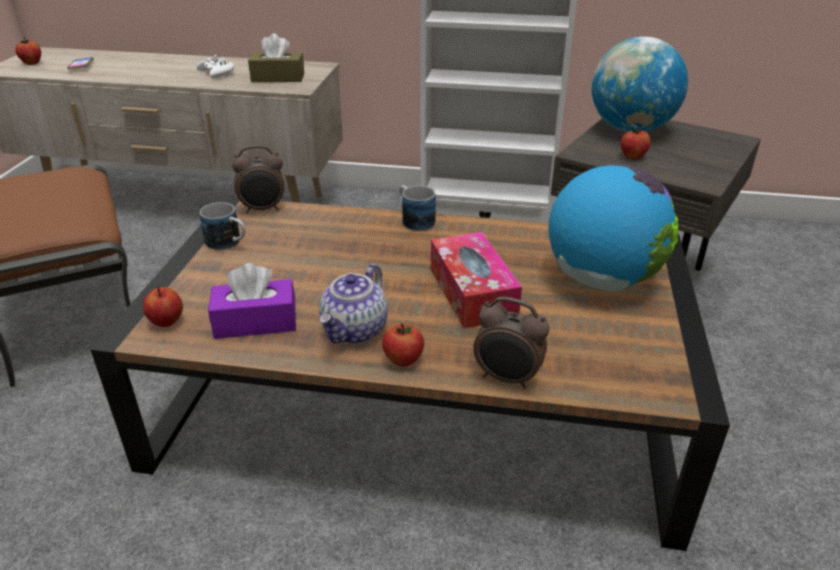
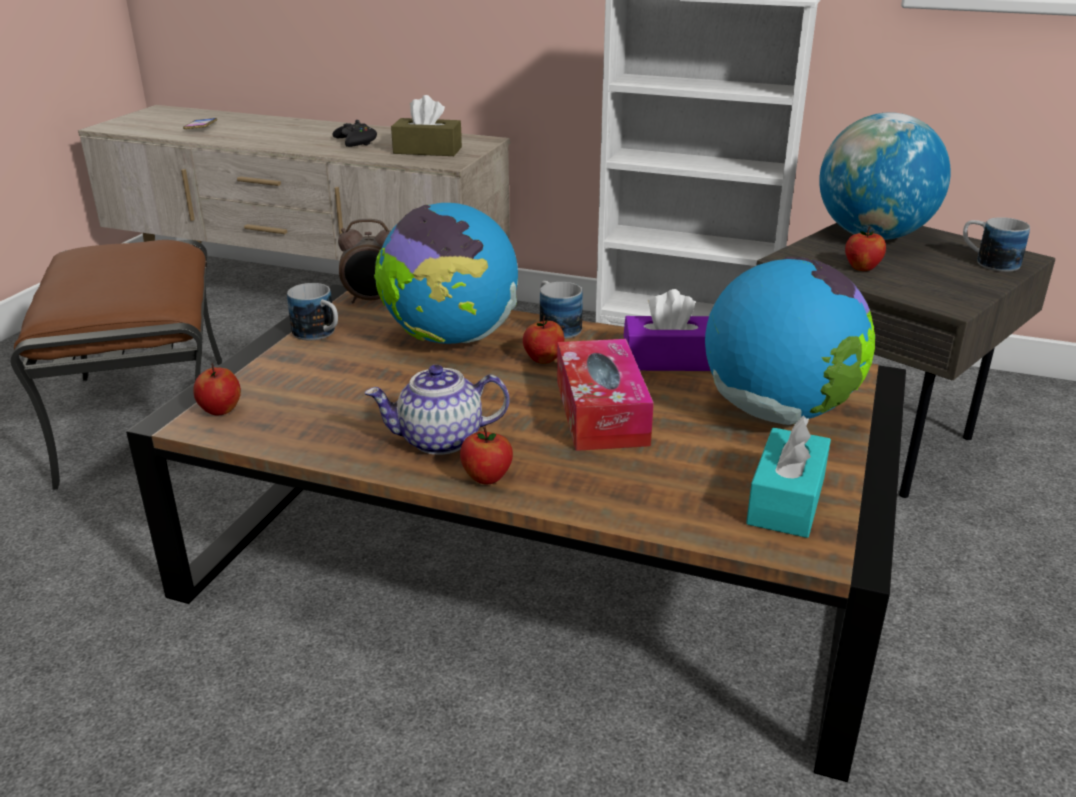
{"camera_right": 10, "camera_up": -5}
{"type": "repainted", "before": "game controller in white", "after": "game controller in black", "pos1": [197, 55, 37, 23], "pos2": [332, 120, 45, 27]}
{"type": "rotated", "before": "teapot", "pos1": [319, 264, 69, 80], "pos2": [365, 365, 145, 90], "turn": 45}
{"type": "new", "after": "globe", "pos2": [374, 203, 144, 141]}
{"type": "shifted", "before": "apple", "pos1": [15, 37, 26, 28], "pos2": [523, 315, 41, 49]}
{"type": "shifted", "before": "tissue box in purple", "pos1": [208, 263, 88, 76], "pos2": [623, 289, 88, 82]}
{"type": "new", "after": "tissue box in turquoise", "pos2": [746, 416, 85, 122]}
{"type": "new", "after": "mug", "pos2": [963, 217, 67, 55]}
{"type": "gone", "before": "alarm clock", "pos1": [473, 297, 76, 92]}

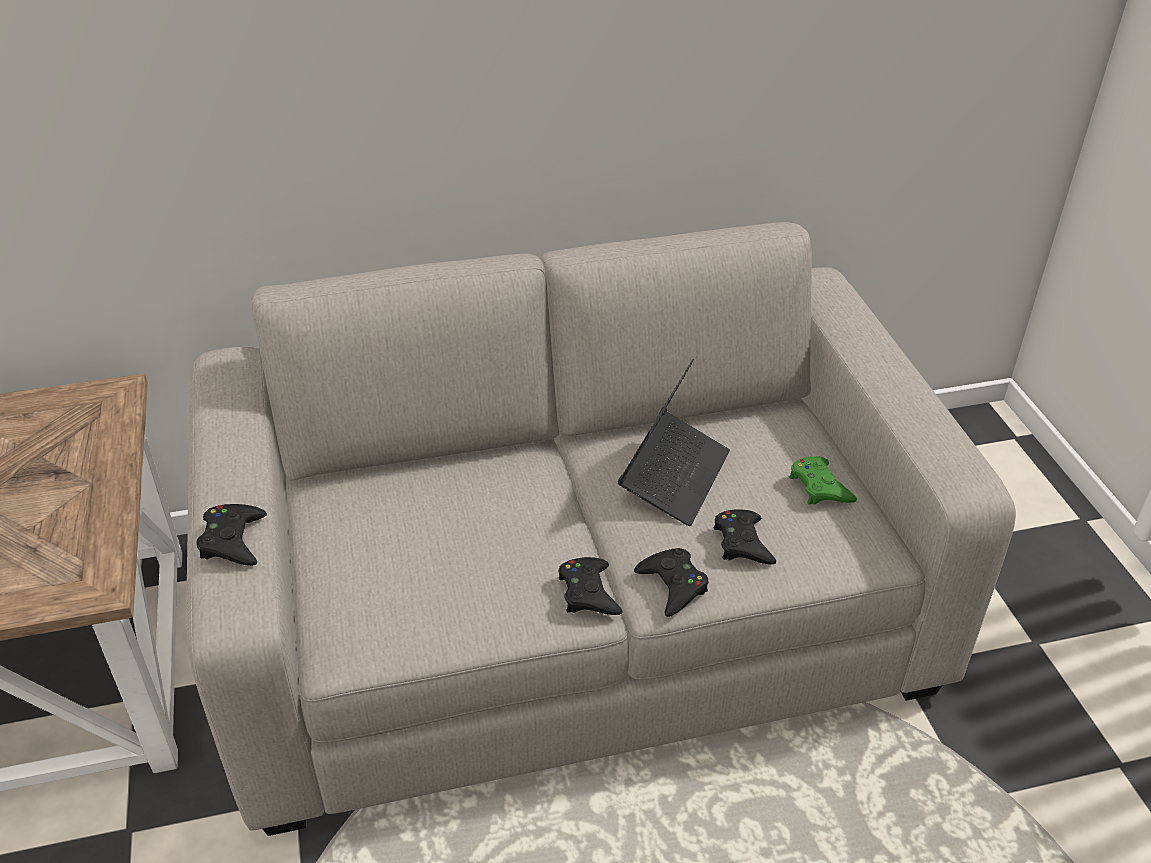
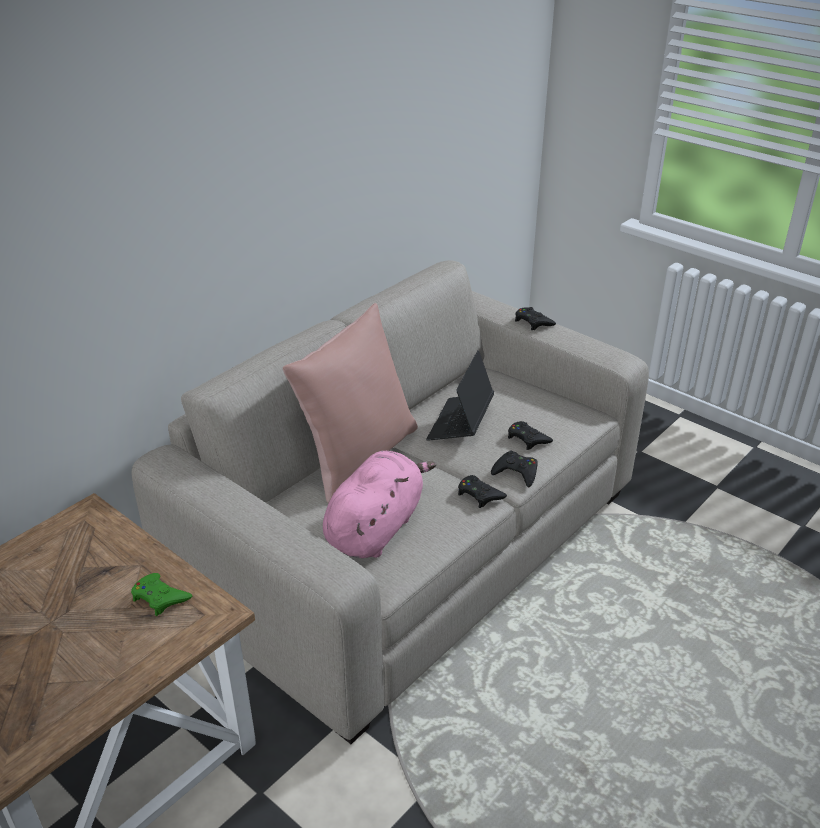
{"camera_right": -35, "camera_up": -5}
{"type": "shifted", "before": "game controller in green", "pos1": [789, 456, 68, 49], "pos2": [131, 573, 61, 43]}
{"type": "new", "after": "pillow in pink", "pos2": [283, 303, 135, 201]}
{"type": "new", "after": "plush toy in pink", "pos2": [323, 451, 113, 107]}
{"type": "rotated", "before": "laptop", "pos1": [618, 359, 112, 167], "pos2": [426, 350, 68, 91], "turn": -150}
{"type": "shifted", "before": "game controller in black", "pos1": [196, 504, 71, 62], "pos2": [515, 307, 41, 23]}

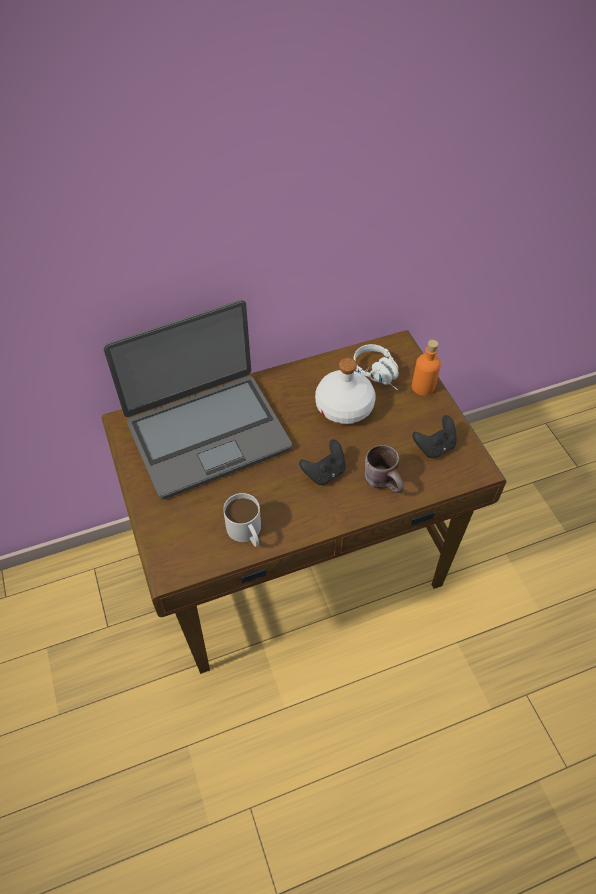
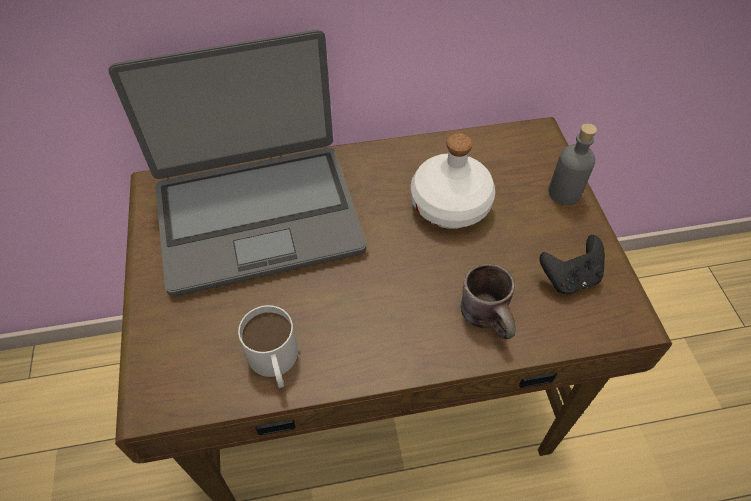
{"camera_right": 10, "camera_up": 0}
{"type": "repainted", "before": "bottle in orange", "after": "bottle in grey", "pos1": [412, 340, 29, 56], "pos2": [549, 123, 48, 82]}
{"type": "gone", "before": "game controller in black", "pos1": [299, 440, 47, 45]}
{"type": "gone", "before": "headphones in white", "pos1": [354, 344, 45, 46]}

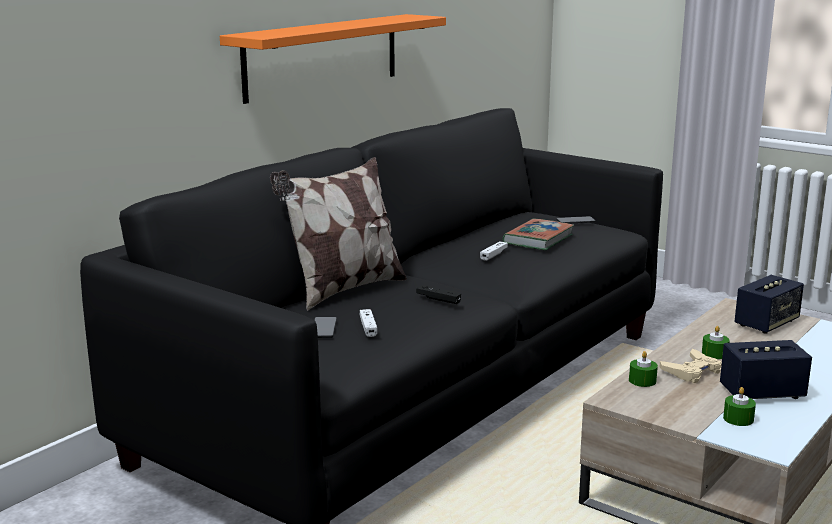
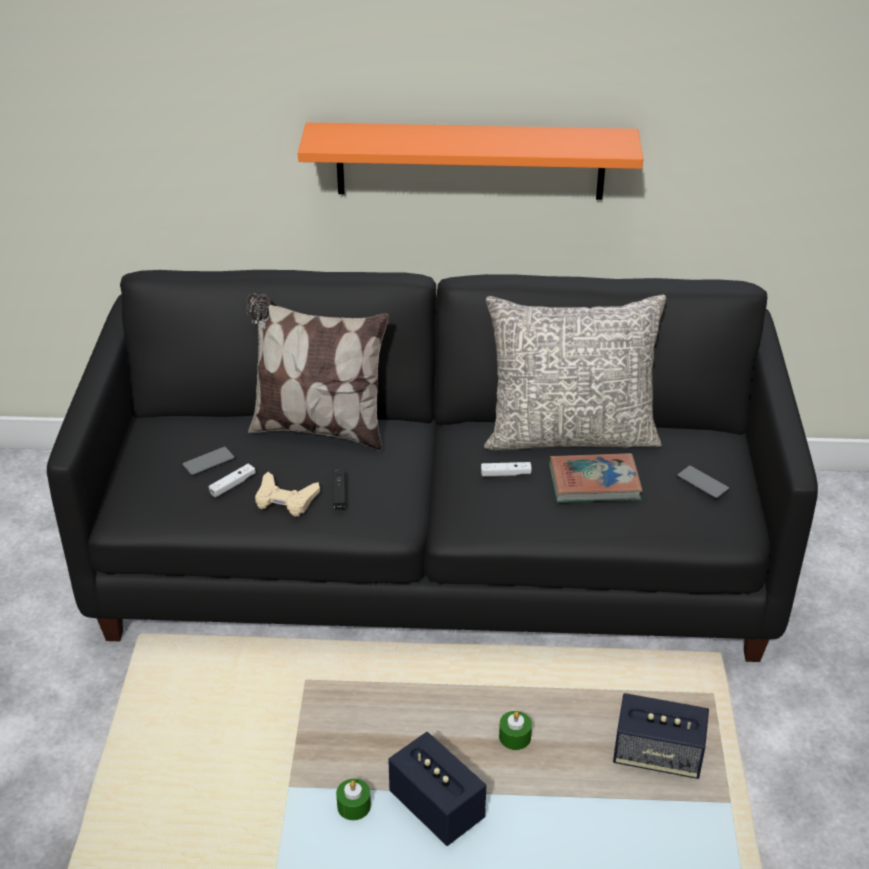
{"camera_right": 55, "camera_up": 20}
{"type": "shifted", "before": "game controller in beige", "pos1": [660, 349, 62, 34], "pos2": [255, 472, 65, 44]}
{"type": "new", "after": "pillow in grey", "pos2": [484, 294, 182, 157]}
{"type": "gone", "before": "candle in green", "pos1": [629, 351, 29, 36]}

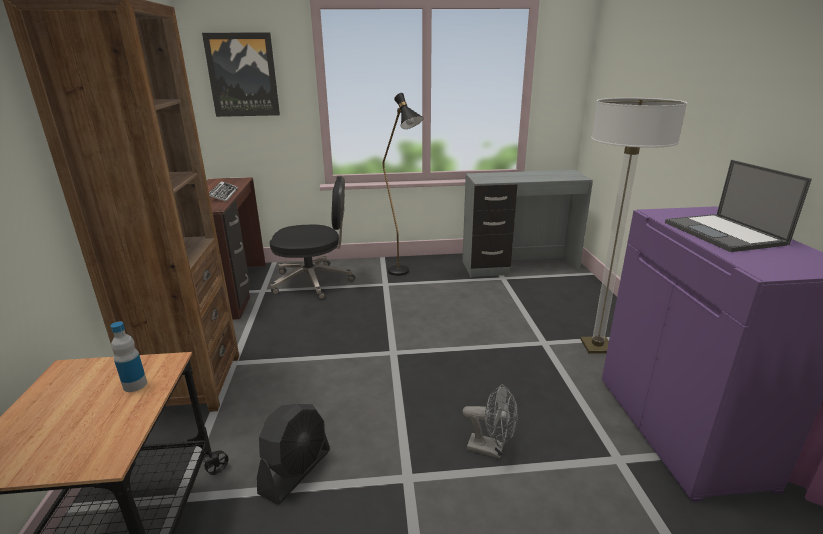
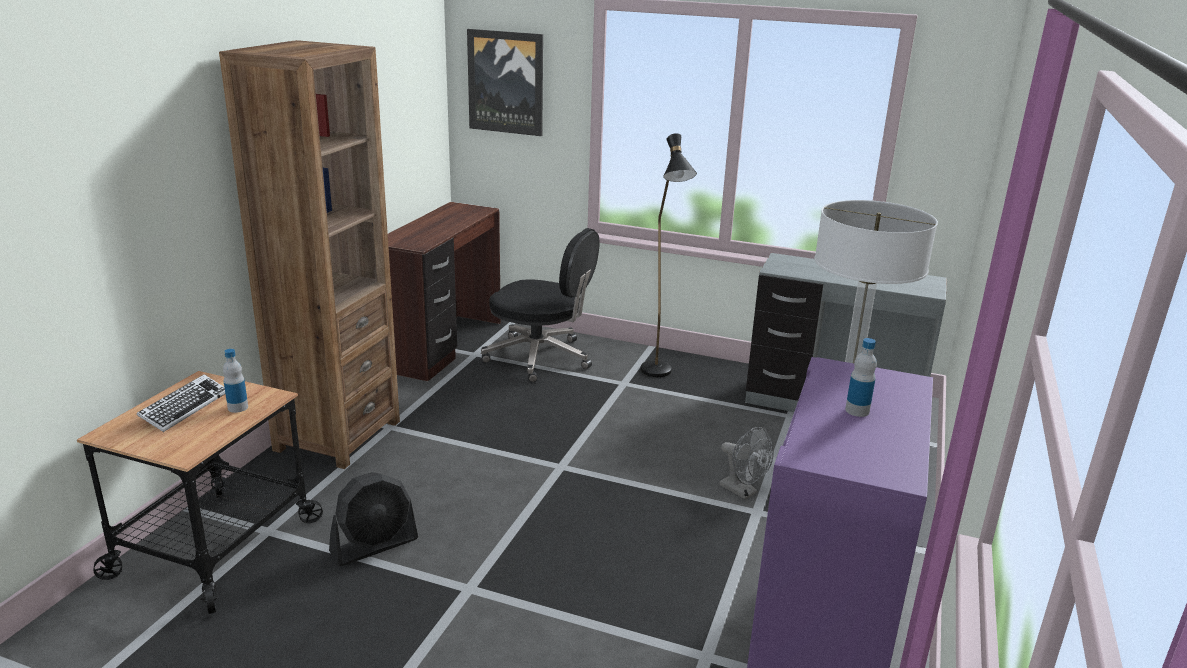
{"camera_right": 25, "camera_up": 0}
{"type": "shifted", "before": "keyboard", "pos1": [209, 181, 29, 21], "pos2": [137, 374, 88, 58]}
{"type": "shifted", "before": "fan in grey", "pos1": [463, 384, 55, 75], "pos2": [719, 427, 55, 72]}
{"type": "swapped", "before": "laptop", "after": "bottle", "pos1": [665, 160, 147, 92], "pos2": [845, 338, 32, 79]}

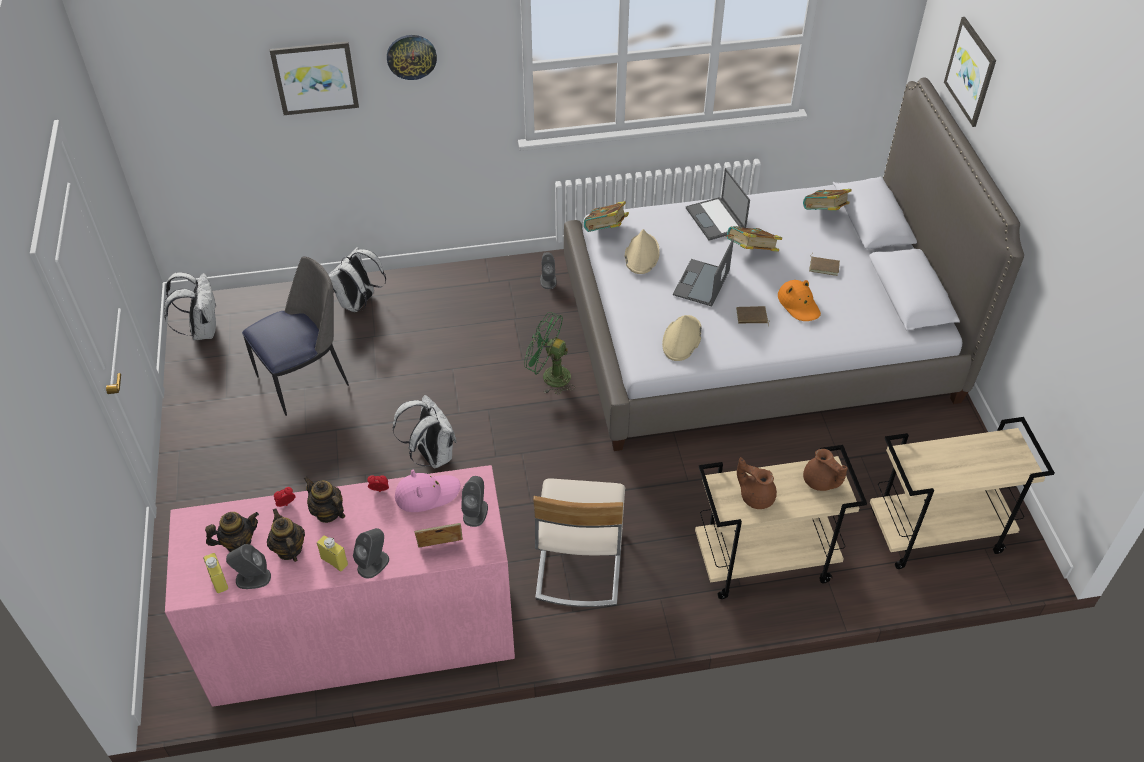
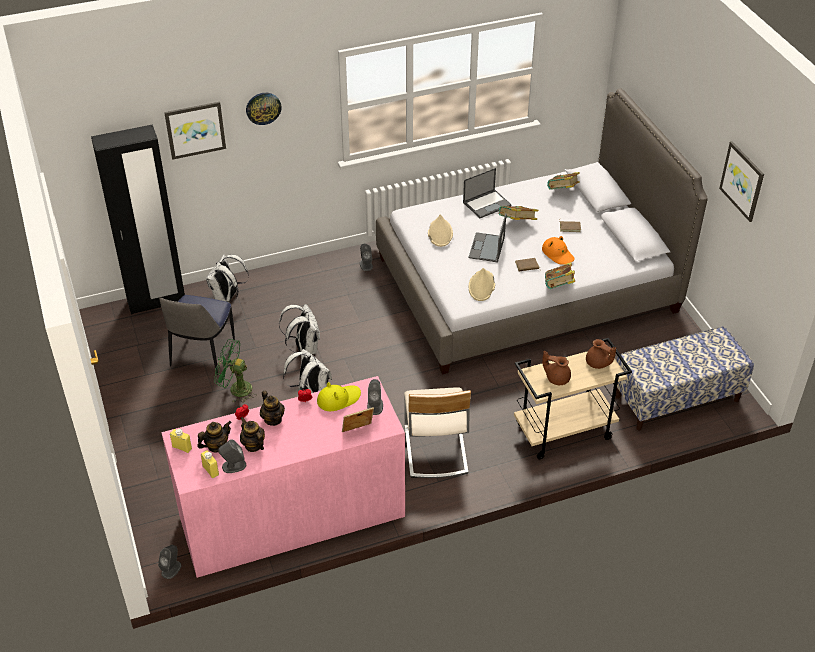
{"camera_right": -10, "camera_up": -5}
{"type": "new", "after": "wardrobe in black", "pos2": [91, 124, 94, 191]}
{"type": "shifted", "before": "speaker in grey", "pos1": [353, 528, 36, 51], "pos2": [158, 545, 24, 34]}
{"type": "rotated", "before": "chair", "pos1": [242, 256, 107, 160], "pos2": [159, 295, 76, 80], "turn": 150}
{"type": "shifted", "before": "bottle in yellow", "pos1": [317, 535, 31, 37], "pos2": [170, 429, 22, 24]}
{"type": "shifted", "before": "fan in green", "pos1": [524, 312, 51, 83], "pos2": [214, 339, 43, 64]}
{"type": "rotated", "before": "teapot", "pos1": [304, 476, 41, 47], "pos2": [260, 390, 25, 36], "turn": -150}
{"type": "shifted", "before": "backpack in white", "pos1": [164, 272, 53, 68], "pos2": [279, 304, 41, 50]}
{"type": "repainted", "before": "hat in pink", "after": "hat in yellow", "pos1": [395, 470, 65, 42], "pos2": [317, 382, 44, 29]}
{"type": "rotated", "before": "laptop", "pos1": [686, 168, 64, 73], "pos2": [463, 168, 49, 50], "turn": -90}
{"type": "shifted", "before": "book", "pos1": [584, 201, 45, 31], "pos2": [545, 262, 30, 27]}
{"type": "swapped", "before": "cart in beige", "after": "bench", "pos1": [870, 417, 185, 152], "pos2": [616, 327, 138, 103]}
{"type": "shifted", "before": "picture", "pos1": [944, 17, 52, 110], "pos2": [719, 141, 45, 81]}

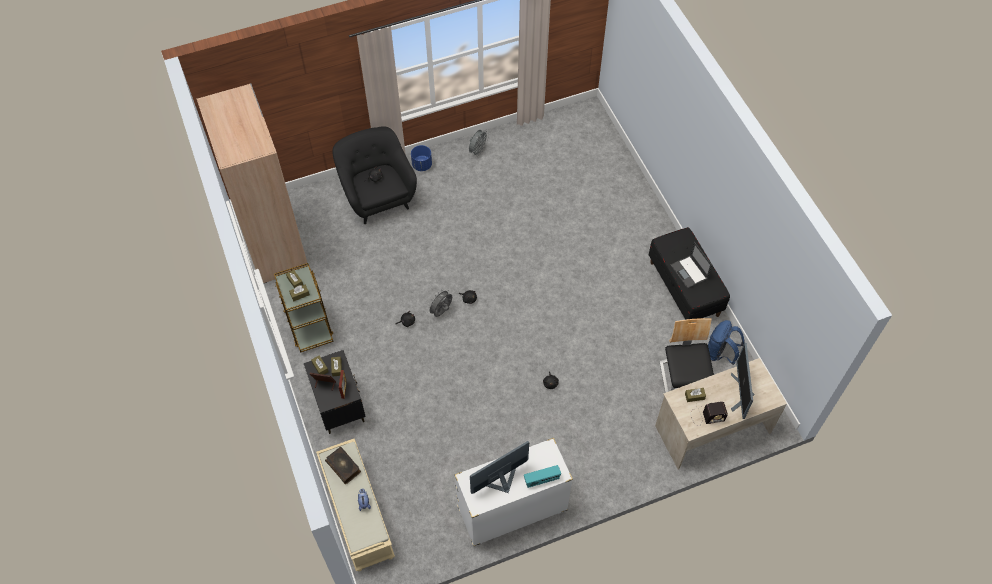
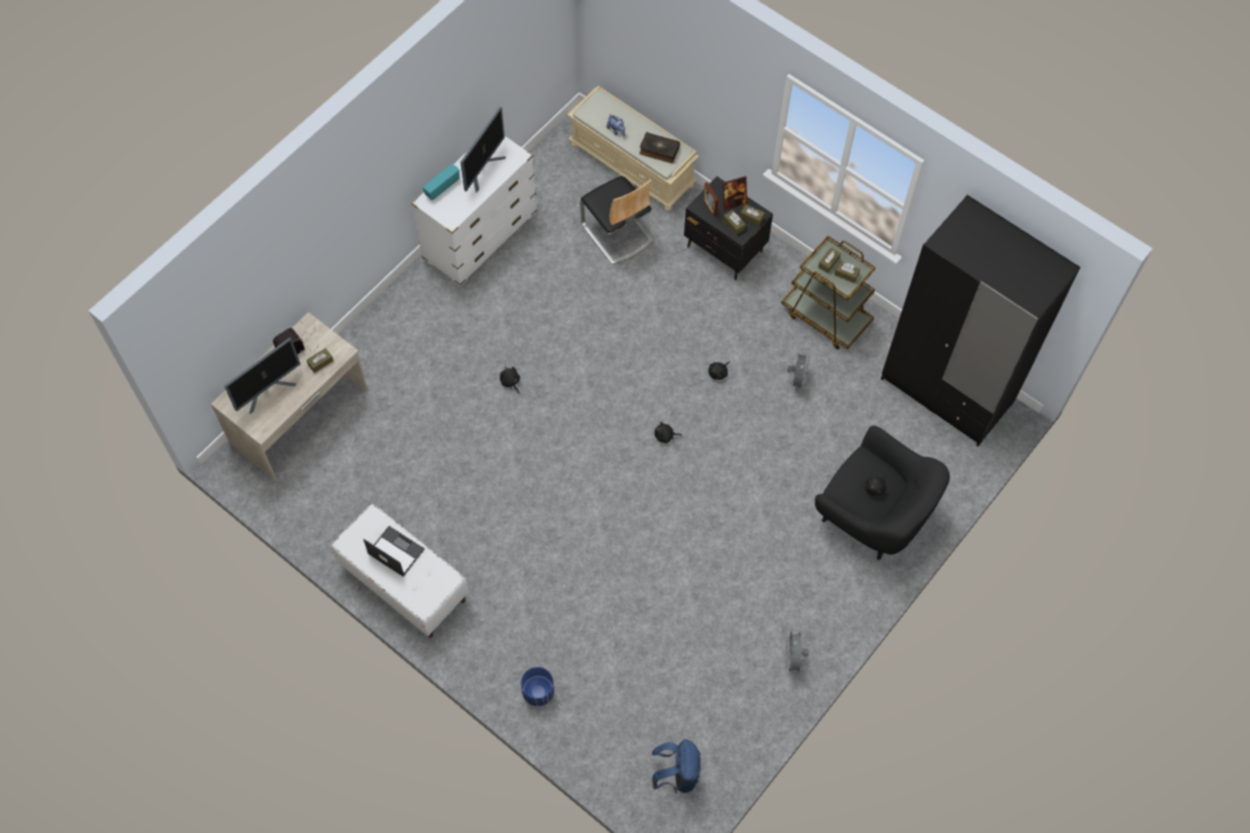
{"camera_right": 150, "camera_up": 5}
{"type": "rotated", "before": "monitor", "pos1": [731, 343, 24, 76], "pos2": [224, 338, 76, 76], "turn": 75}
{"type": "repainted", "before": "bench in black", "after": "bench in white", "pos1": [649, 227, 81, 93], "pos2": [331, 504, 138, 134]}
{"type": "shifted", "before": "planter in blue", "pos1": [411, 145, 21, 26], "pos2": [521, 667, 33, 39]}
{"type": "shifted", "before": "chair", "pos1": [660, 318, 54, 75], "pos2": [580, 176, 74, 88]}
{"type": "shifted", "before": "backpack in blue", "pos1": [708, 320, 36, 45], "pos2": [652, 739, 49, 55]}
{"type": "shifted", "before": "fan in grey", "pos1": [427, 289, 25, 28], "pos2": [787, 351, 23, 41]}
{"type": "repainted", "before": "wardrobe in beige", "after": "wardrobe in black", "pos1": [196, 83, 111, 200], "pos2": [881, 195, 199, 251]}

